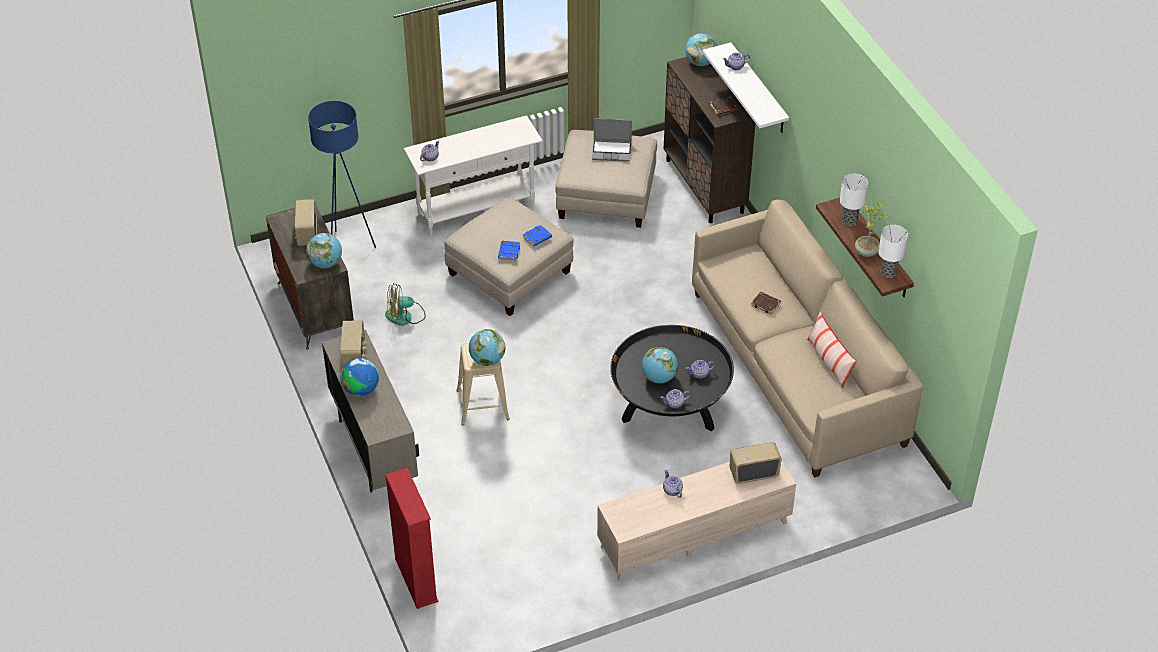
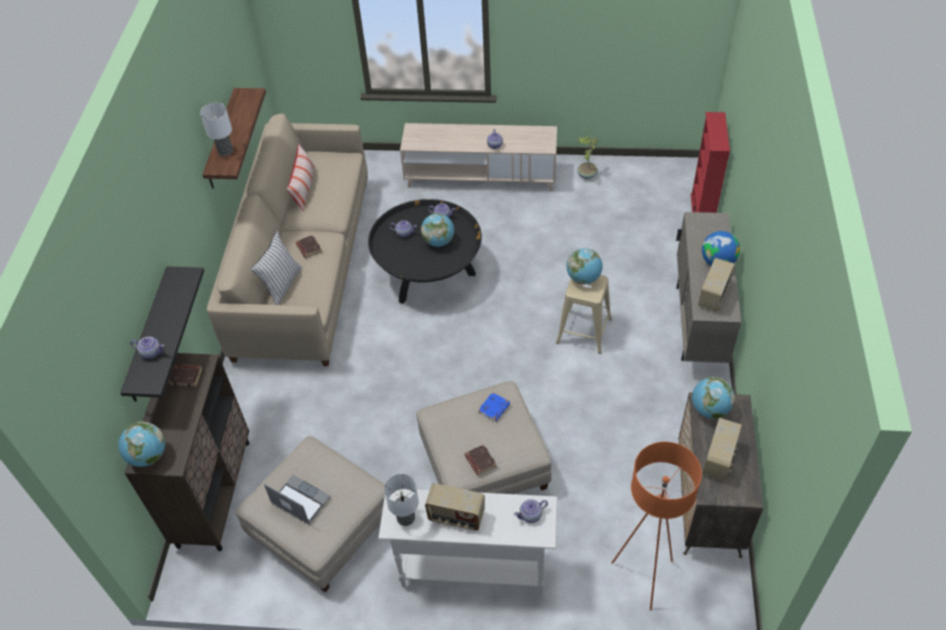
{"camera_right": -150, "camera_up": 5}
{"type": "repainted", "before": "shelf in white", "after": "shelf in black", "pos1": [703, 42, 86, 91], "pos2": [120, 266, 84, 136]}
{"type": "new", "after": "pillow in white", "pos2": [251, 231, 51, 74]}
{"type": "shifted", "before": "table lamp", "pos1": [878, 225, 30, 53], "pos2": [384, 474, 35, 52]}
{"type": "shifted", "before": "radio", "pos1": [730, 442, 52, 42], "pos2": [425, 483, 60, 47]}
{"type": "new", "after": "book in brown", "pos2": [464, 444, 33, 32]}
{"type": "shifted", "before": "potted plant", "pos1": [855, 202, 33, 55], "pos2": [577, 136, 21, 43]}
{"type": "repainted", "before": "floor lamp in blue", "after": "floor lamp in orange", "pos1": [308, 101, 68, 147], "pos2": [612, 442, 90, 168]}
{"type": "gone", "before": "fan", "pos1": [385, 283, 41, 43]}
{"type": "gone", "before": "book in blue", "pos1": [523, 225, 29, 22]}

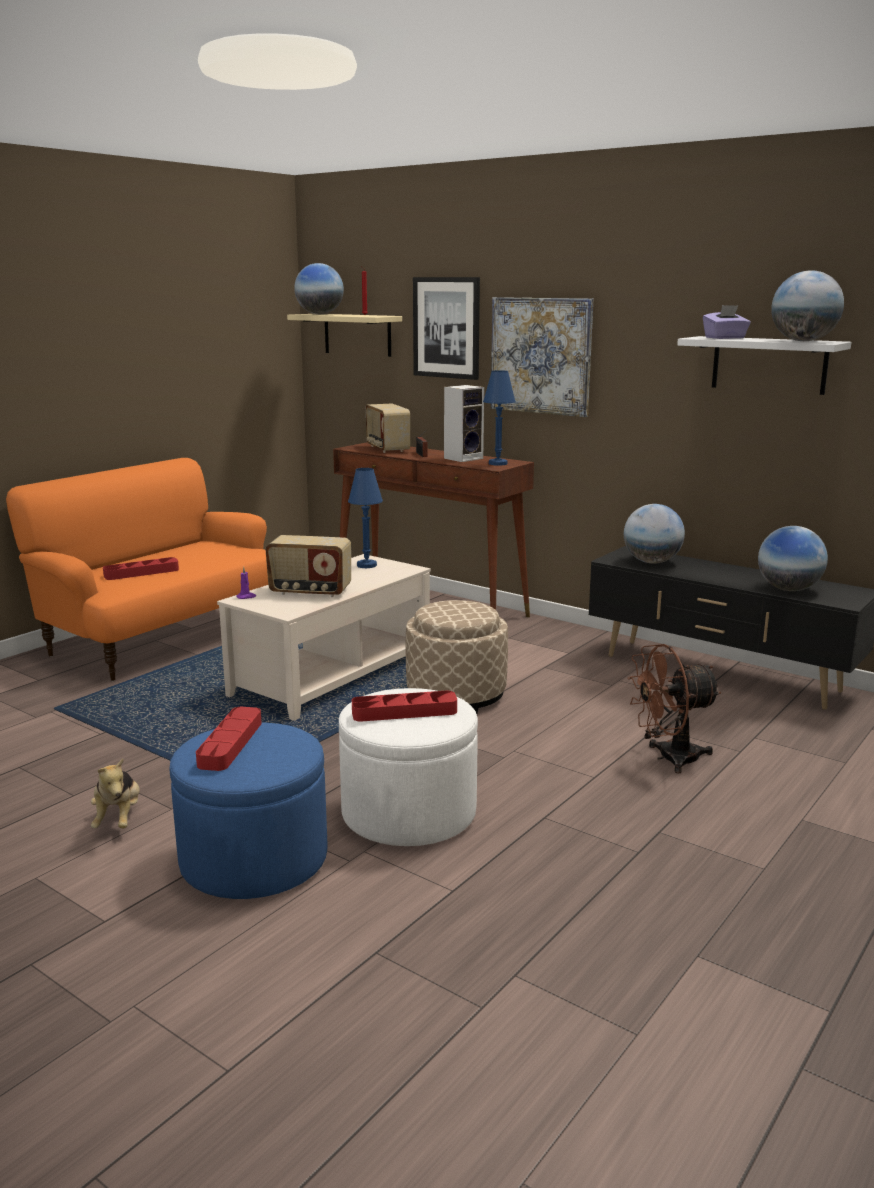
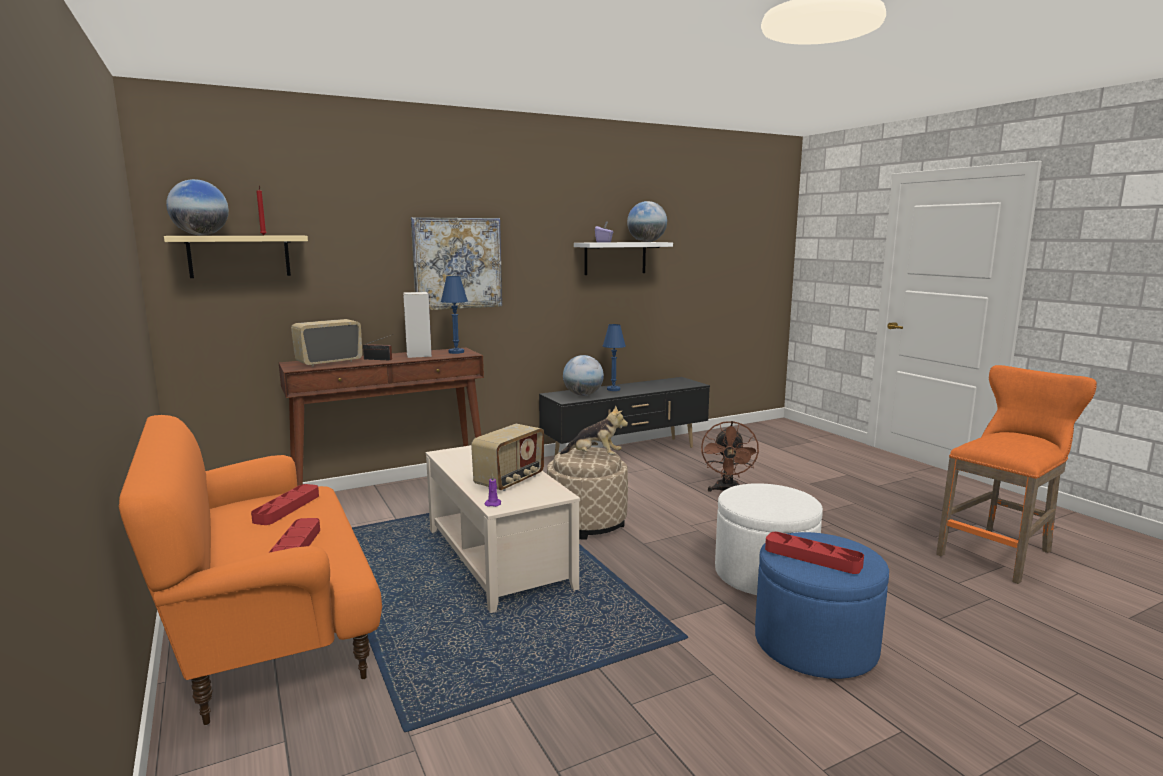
{"camera_right": -65, "camera_up": -5}
{"type": "shifted", "before": "tray in red", "pos1": [352, 691, 105, 31], "pos2": [251, 484, 68, 41]}
{"type": "rotated", "before": "radio", "pos1": [366, 403, 44, 50], "pos2": [291, 319, 71, 48], "turn": 135}
{"type": "shifted", "before": "plush toy", "pos1": [91, 758, 49, 70], "pos2": [560, 406, 68, 49]}
{"type": "shifted", "before": "table lamp in blue", "pos1": [348, 468, 35, 100], "pos2": [603, 324, 23, 67]}
{"type": "new", "after": "stool in orange", "pos2": [936, 365, 161, 219]}
{"type": "gone", "before": "picture", "pos1": [413, 277, 67, 103]}
{"type": "gone", "before": "globe", "pos1": [758, 526, 70, 65]}

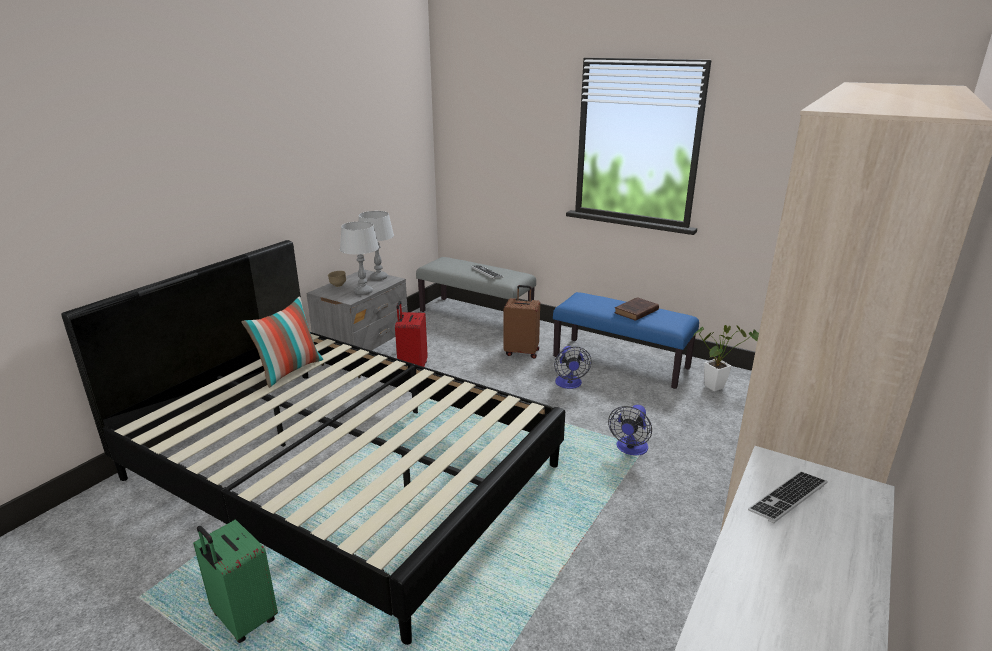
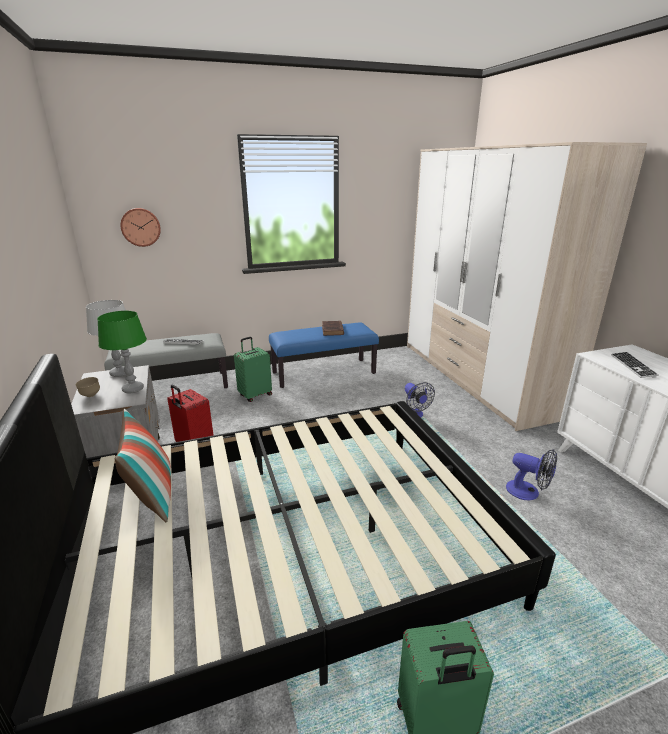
{"camera_right": -50, "camera_up": 0}
{"type": "repainted", "before": "table lamp in grey", "after": "table lamp in green", "pos1": [340, 221, 39, 74], "pos2": [97, 311, 50, 82]}
{"type": "new", "after": "wall clock", "pos2": [120, 208, 41, 39]}
{"type": "repainted", "before": "suitcase in brown", "after": "suitcase in green", "pos1": [503, 285, 37, 74], "pos2": [234, 337, 38, 65]}
{"type": "shifted", "before": "fan", "pos1": [554, 346, 38, 43], "pos2": [506, 449, 51, 52]}
{"type": "gone", "before": "potted plant", "pos1": [692, 325, 67, 66]}

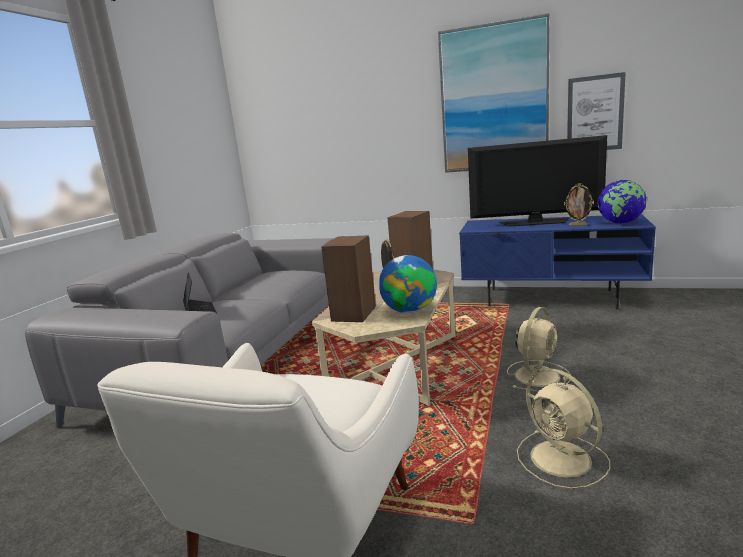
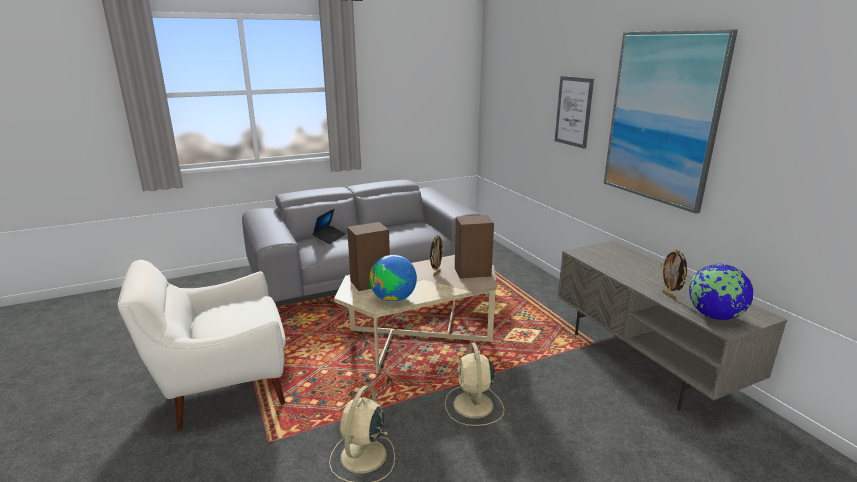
{"camera_right": 45, "camera_up": 5}
{"type": "rotated", "before": "fan in beige", "pos1": [507, 307, 64, 84], "pos2": [445, 342, 59, 84], "turn": 90}
{"type": "shifted", "before": "picture", "pos1": [567, 72, 59, 78], "pos2": [555, 76, 39, 73]}
{"type": "repainted", "before": "tv stand in blue", "after": "tv stand in grey", "pos1": [459, 214, 197, 95], "pos2": [558, 241, 229, 169]}
{"type": "gone", "before": "television", "pos1": [468, 135, 139, 92]}

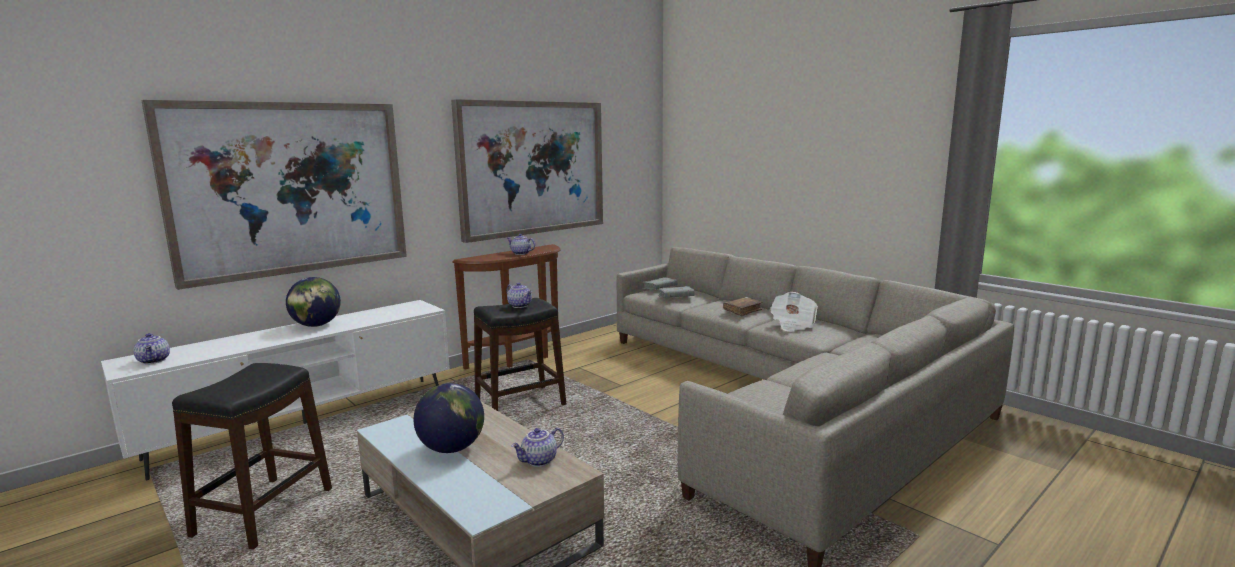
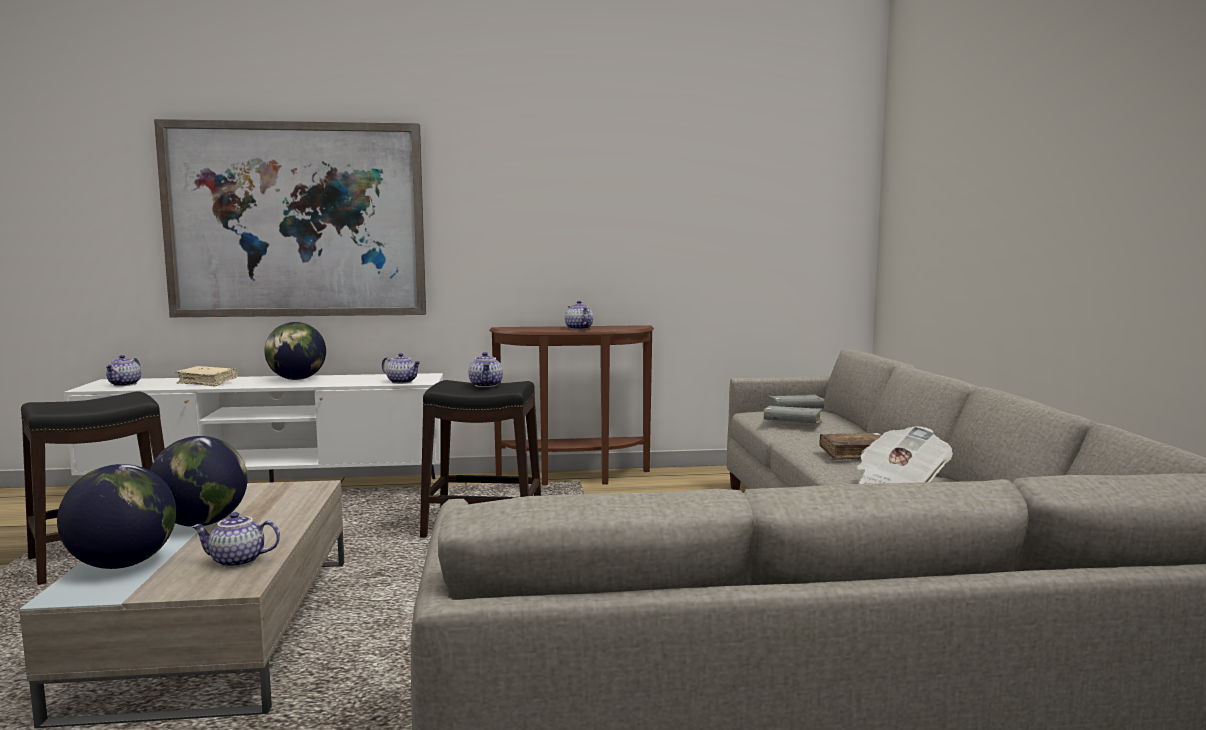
{"camera_right": 35, "camera_up": -5}
{"type": "new", "after": "globe", "pos2": [57, 464, 119, 105]}
{"type": "new", "after": "book in beige", "pos2": [175, 366, 63, 21]}
{"type": "new", "after": "teapot", "pos2": [382, 353, 39, 31]}
{"type": "gone", "before": "picture", "pos1": [451, 99, 152, 144]}

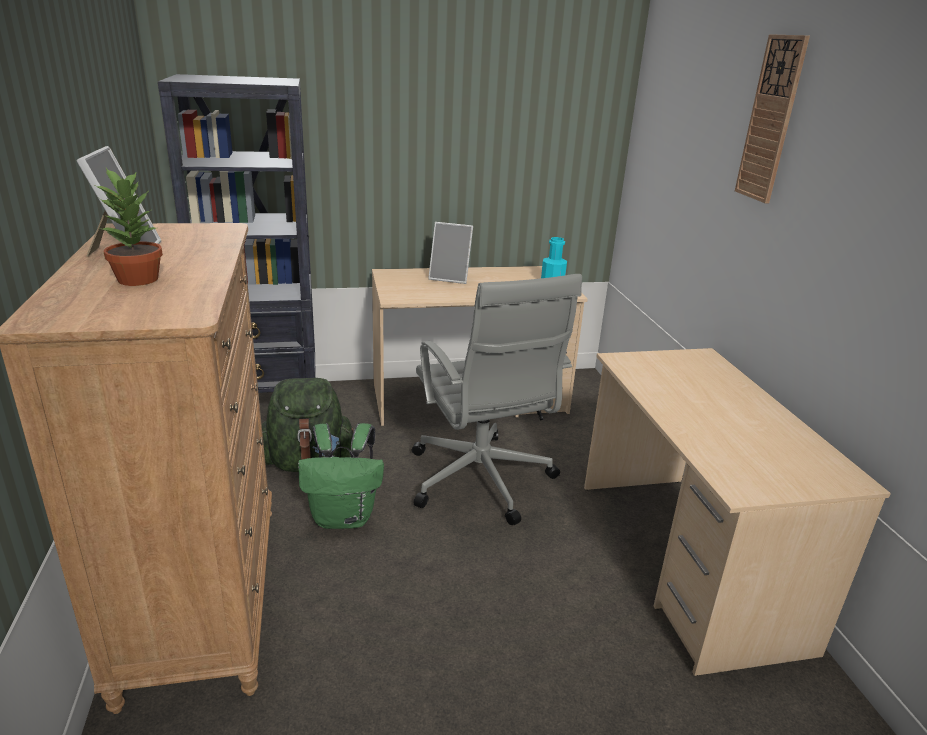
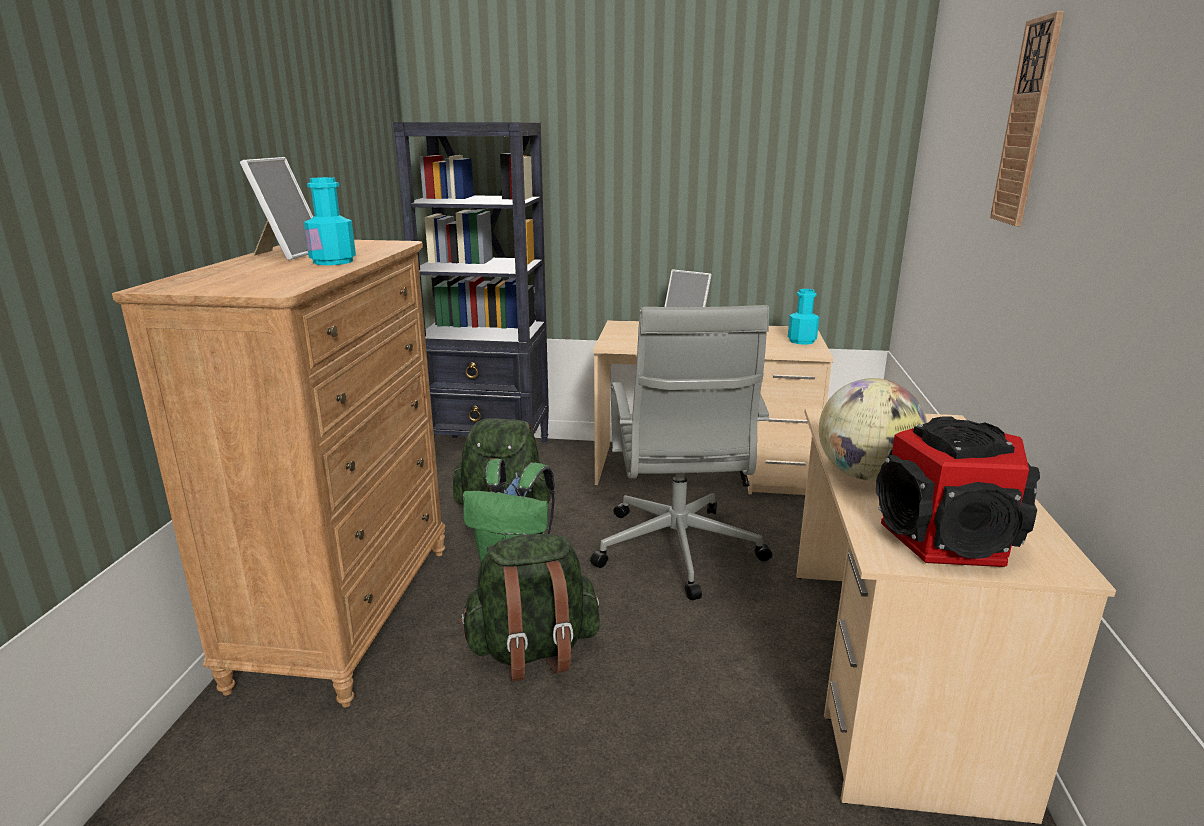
{"camera_right": 20, "camera_up": -5}
{"type": "new", "after": "bottle in turquoise", "pos2": [304, 177, 52, 88]}
{"type": "new", "after": "backpack in green", "pos2": [459, 534, 141, 148]}
{"type": "new", "after": "globe", "pos2": [819, 378, 108, 103]}
{"type": "new", "after": "speaker", "pos2": [876, 417, 164, 150]}
{"type": "gone", "before": "potted plant", "pos1": [93, 168, 70, 118]}

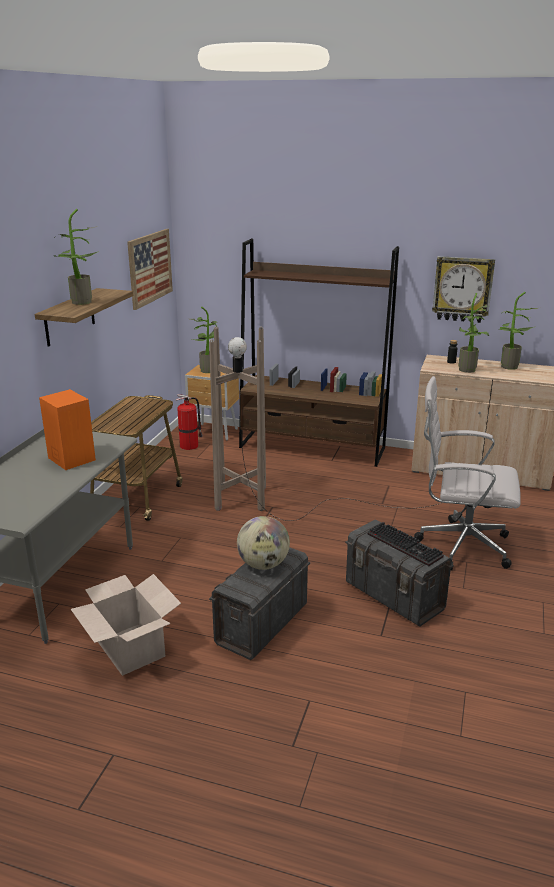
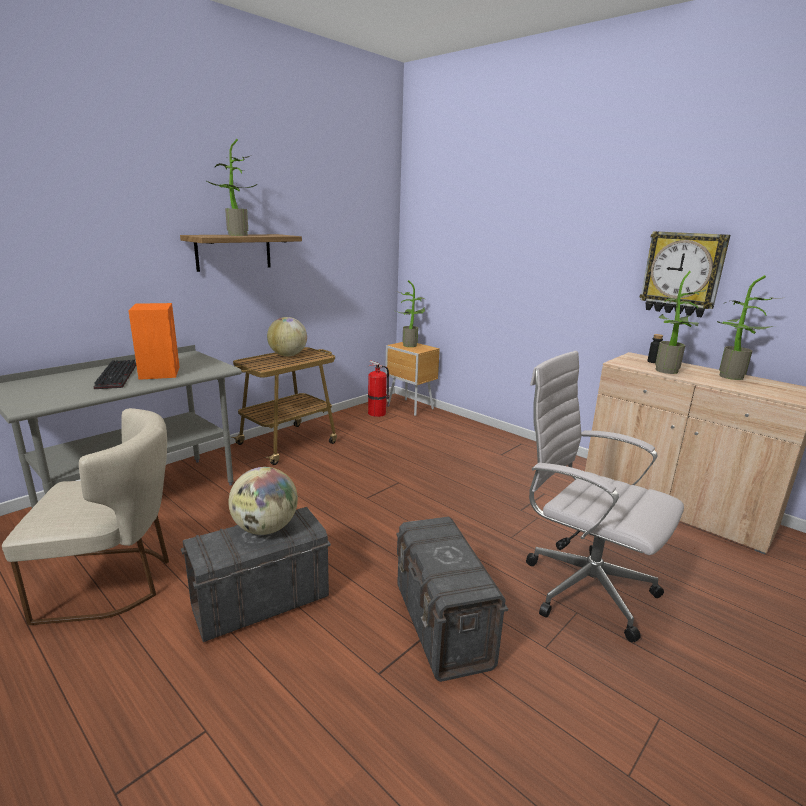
{"camera_right": 25, "camera_up": -5}
{"type": "swapped", "before": "cardboard box", "after": "chair in beige", "pos1": [71, 574, 110, 102], "pos2": [2, 408, 167, 217]}
{"type": "shifted", "before": "keyboard", "pos1": [368, 522, 76, 44], "pos2": [94, 359, 42, 30]}
{"type": "new", "after": "globe", "pos2": [267, 317, 40, 39]}
{"type": "gone", "before": "picture", "pos1": [127, 229, 46, 81]}
{"type": "gone", "before": "floor lamp in brown", "pos1": [209, 326, 231, 195]}
{"type": "gone", "before": "bookcase in brown", "pos1": [239, 239, 160, 228]}

